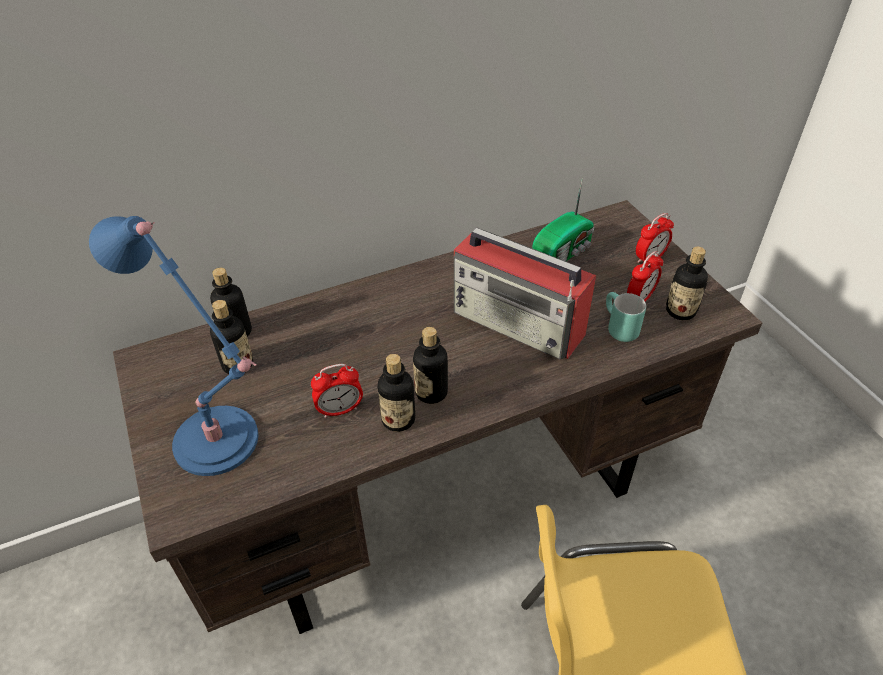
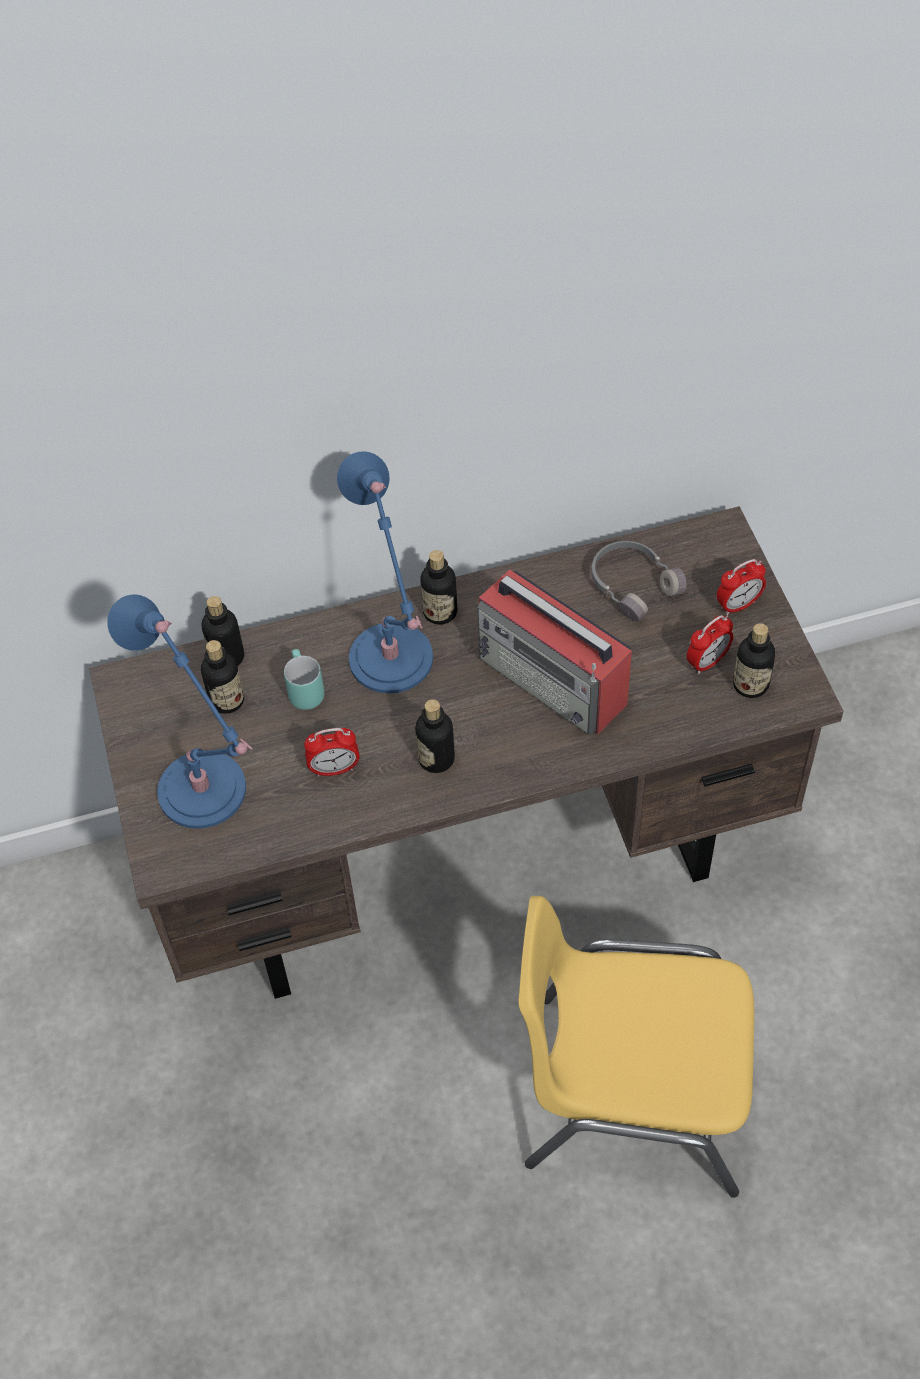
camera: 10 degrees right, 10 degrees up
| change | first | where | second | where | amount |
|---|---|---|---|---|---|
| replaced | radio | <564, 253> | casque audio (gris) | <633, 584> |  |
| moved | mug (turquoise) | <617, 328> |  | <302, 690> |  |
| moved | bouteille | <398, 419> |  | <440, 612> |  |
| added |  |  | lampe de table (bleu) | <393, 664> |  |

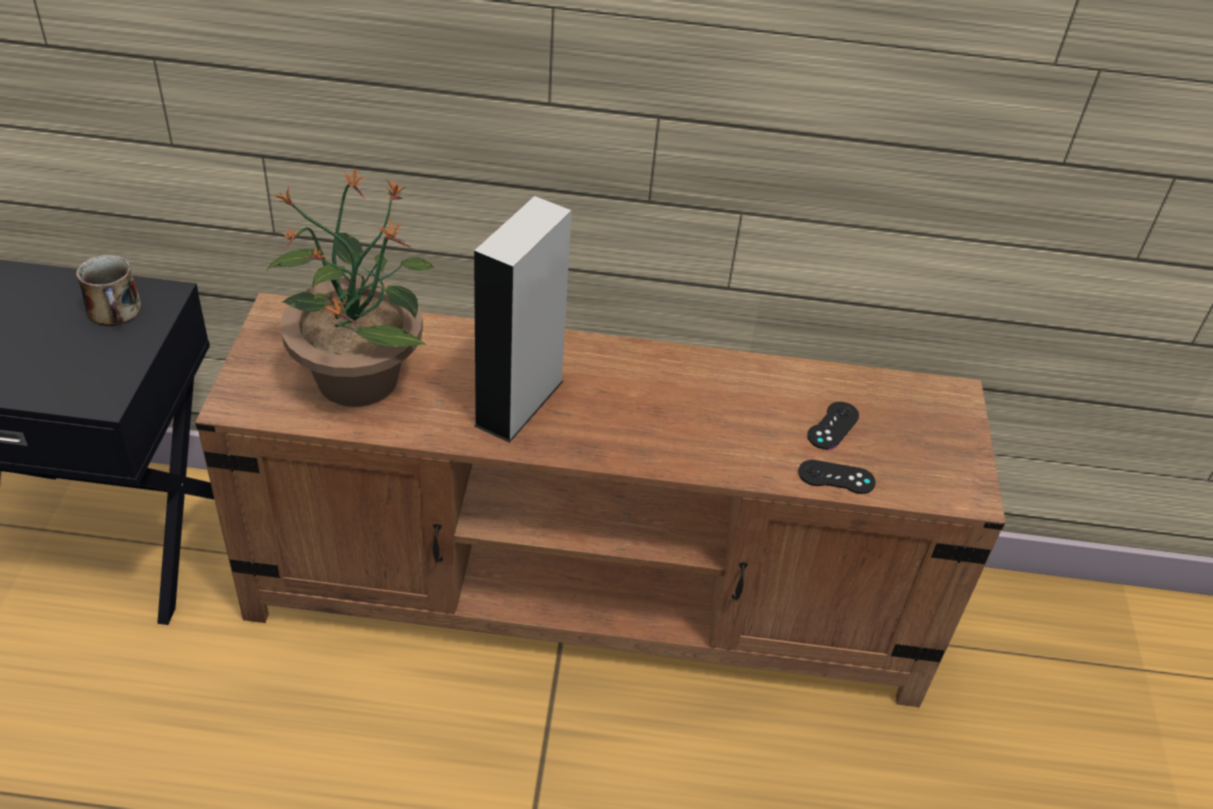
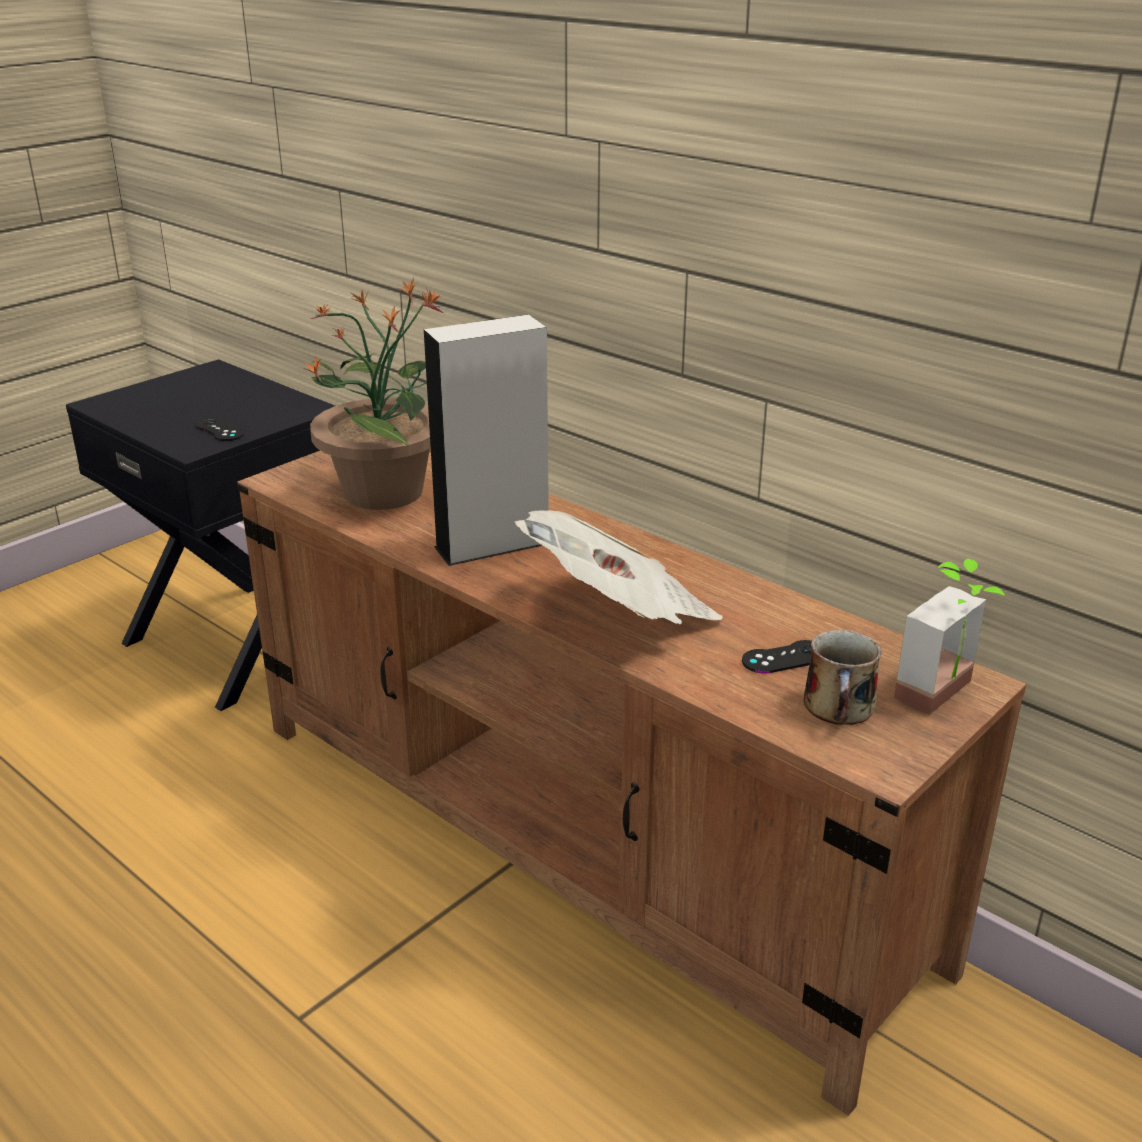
camera: 40 degrees right, 15 degrees down
| change | first | where | second | where | amount |
|---|---|---|---|---|---|
| moved | mug | <115, 311> |  | <839, 707> |  |
| moved | manette (noir) | <836, 477> |  | <219, 430> |  |
| added |  |  | journal | <620, 615> |  |
| added |  |  | plante en pot | <948, 696> |  |

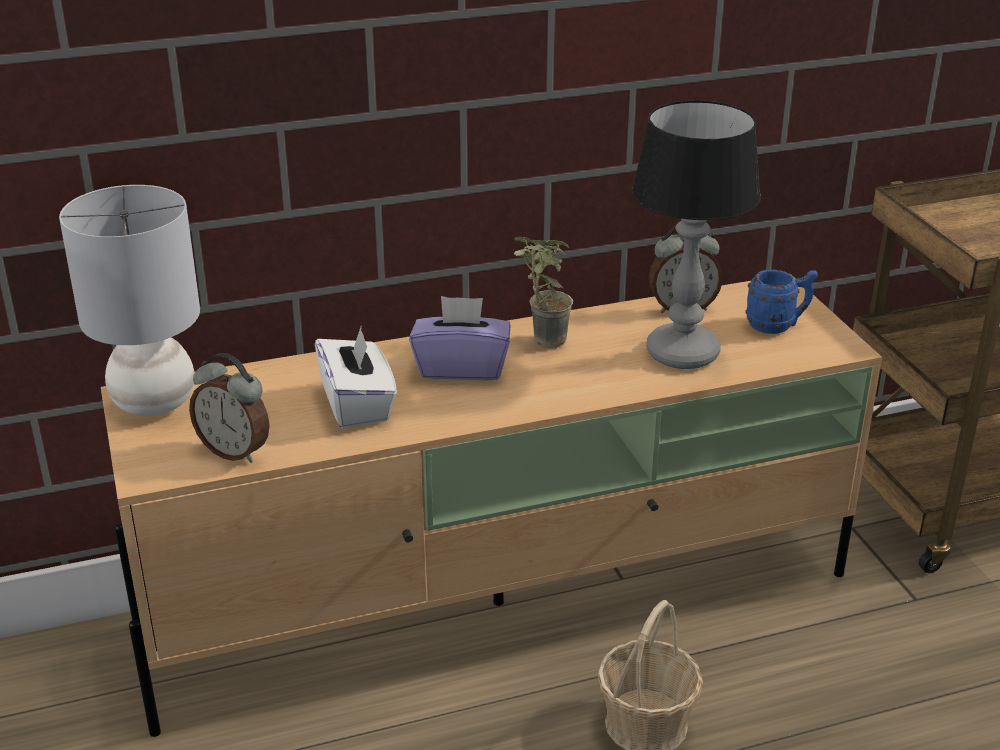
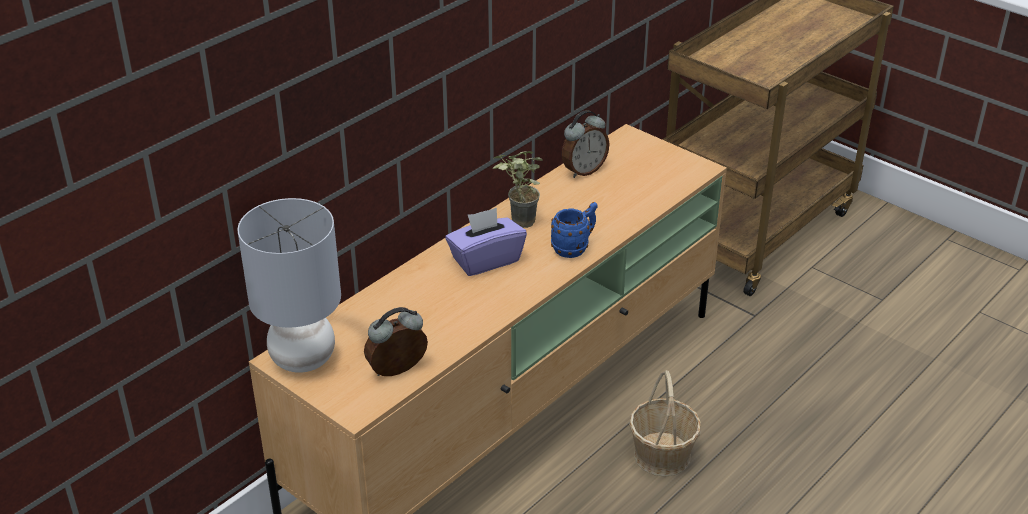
camera: 30 degrees left, 5 degrees up
| change | first | where | second | where | amount |
|---|---|---|---|---|---|
| removed | lampe de table | <681, 354> |  |  |  |
| moved | mug (bleu) | <777, 325> |  | <574, 248> |  |
| removed | boîte à mouchoirs (blanc) | <357, 405> |  |  |  |
| turned | réveil | <235, 451> |  | <398, 372> | 150 degrees clockwise |

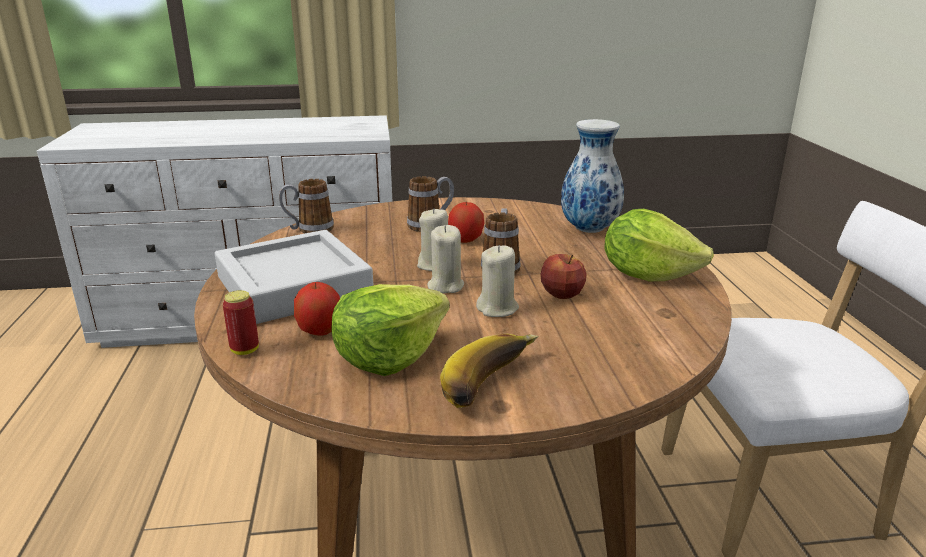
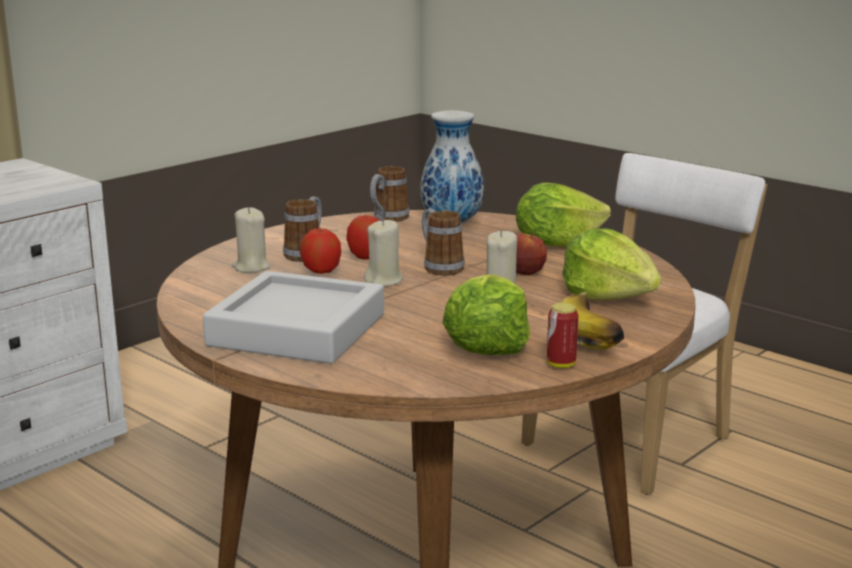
camera: 40 degrees left, 5 degrees down
| change | first | where | second | where | amount |
|---|---|---|---|---|---|
| moved | mug | <308, 230> |  | <387, 219> |  |
| moved | bougie (beige) | <445, 286> |  | <251, 267> |  |
| moved | pomme | <320, 330> |  | <321, 271> |  |
| moved | boîte métallique | <245, 350> |  | <561, 365> |  |
| added |  |  | laitue | <609, 296> |  |

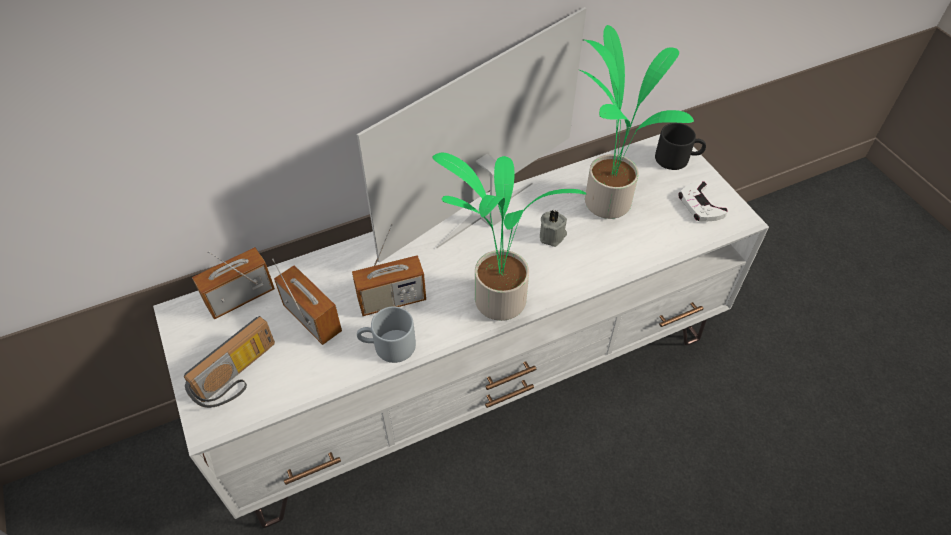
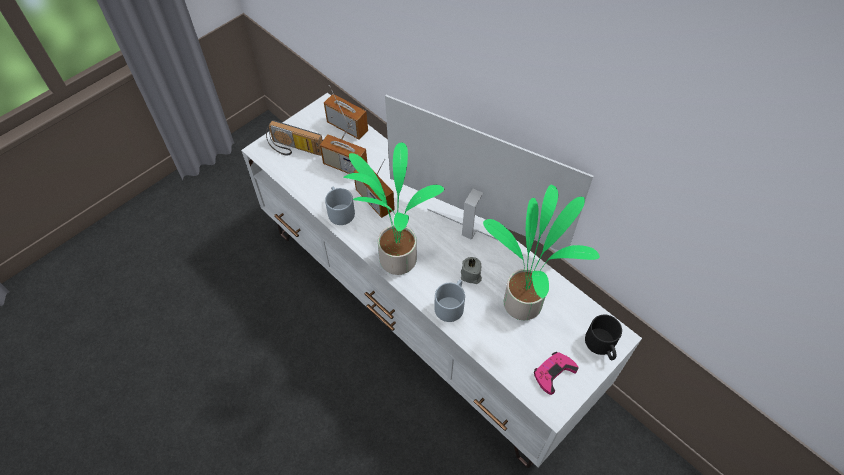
camera: 70 degrees right, 5 degrees up
| change | first | where | second | where | amount |
|---|---|---|---|---|---|
| recoloured | manette (blanc) | <700, 205> | manette (rose) | <553, 373> |  |
| turned | radio | <312, 319> |  | <345, 166> | 90 degrees clockwise |
| added |  |  | mug (gris) | <450, 304> |  |

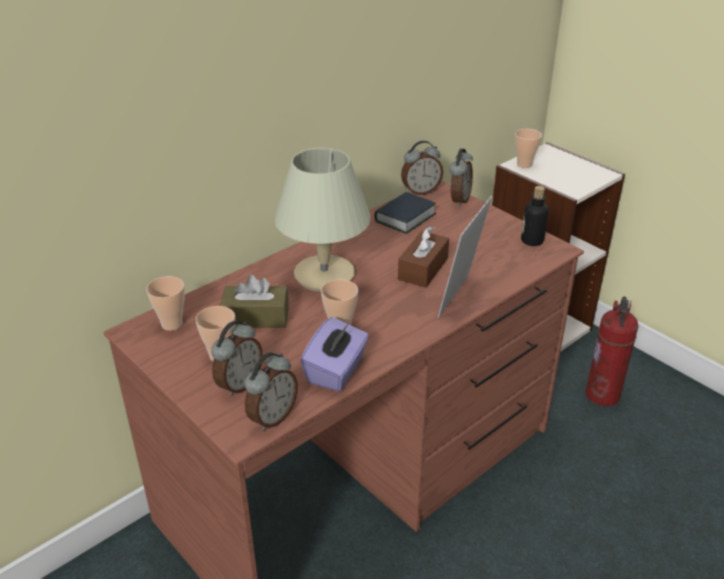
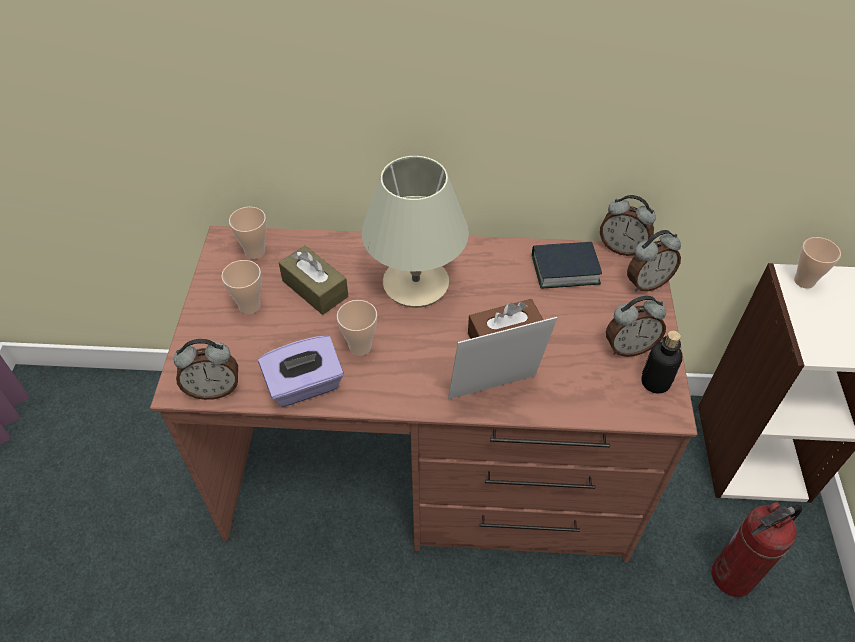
camera: 45 degrees right, 15 degrees up
| change | first | where | second | where | amount |
|---|---|---|---|---|---|
| moved | réveil | <239, 384> |  | <629, 347> |  |

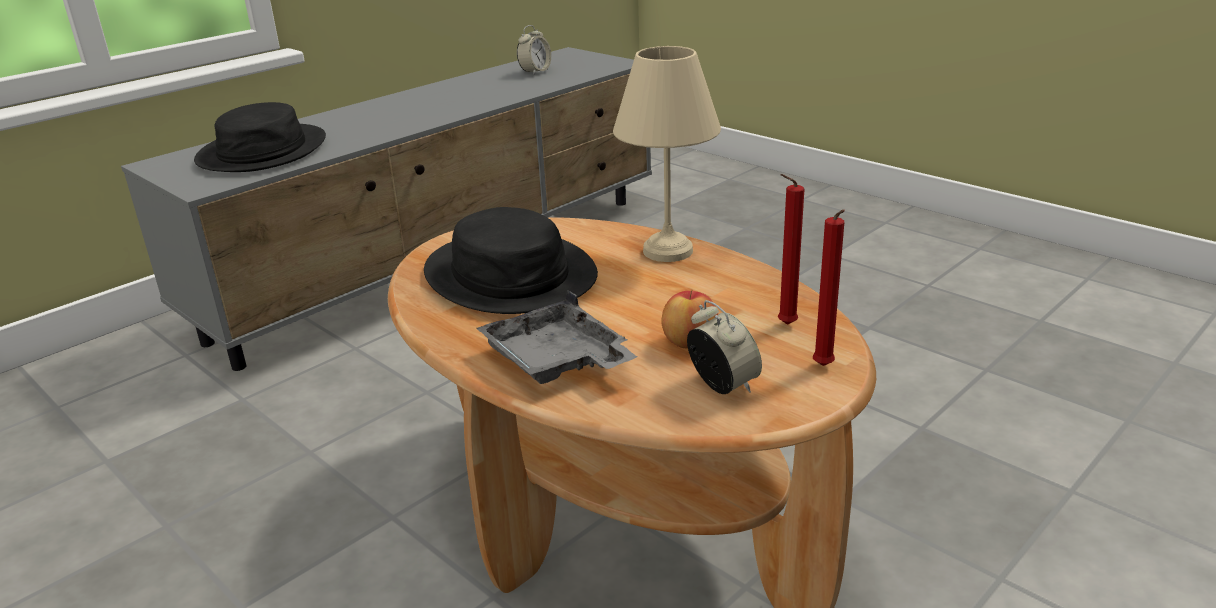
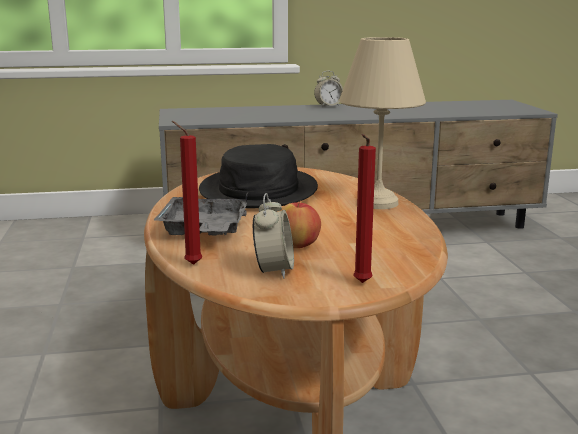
camera: 35 degrees right, 10 degrees down
| change | first | where | second | where | amount |
|---|---|---|---|---|---|
| moved | réveil | <535, 72> |  | <328, 106> |  |
| removed | chapeau (noir) | <262, 151> |  |  |  |
| moved | bougie (rouge) | <784, 325> |  | <190, 264> |  |

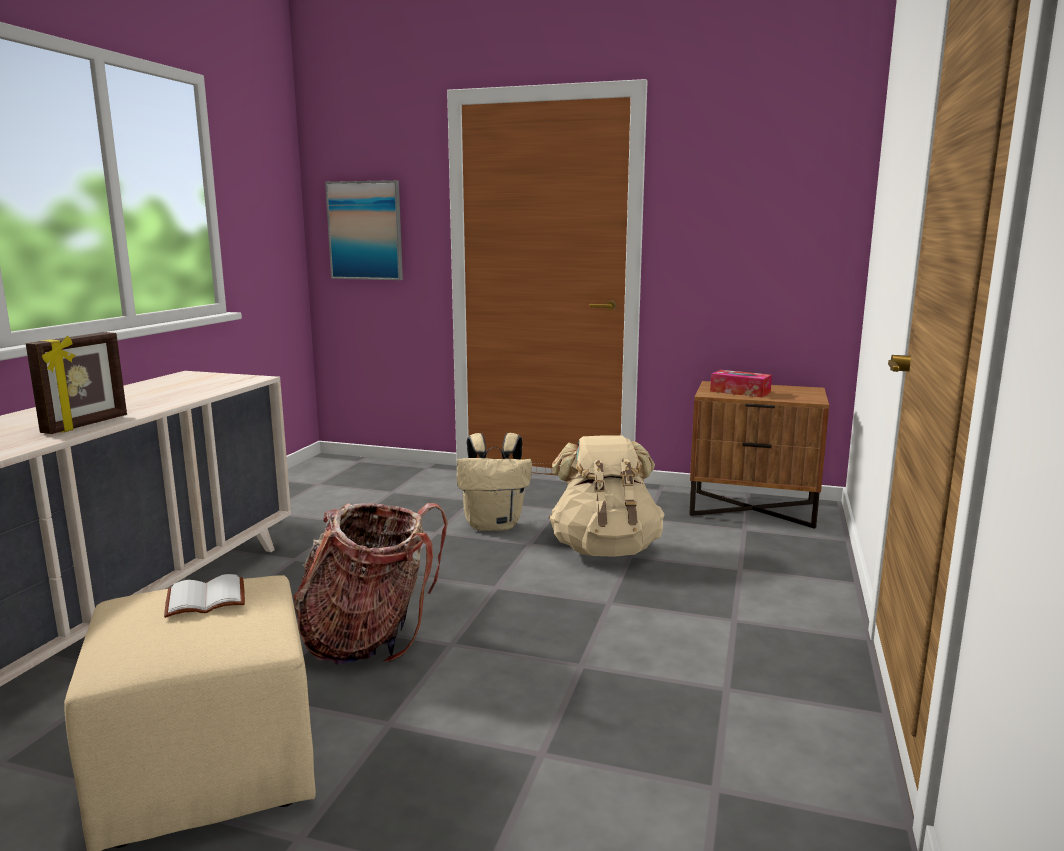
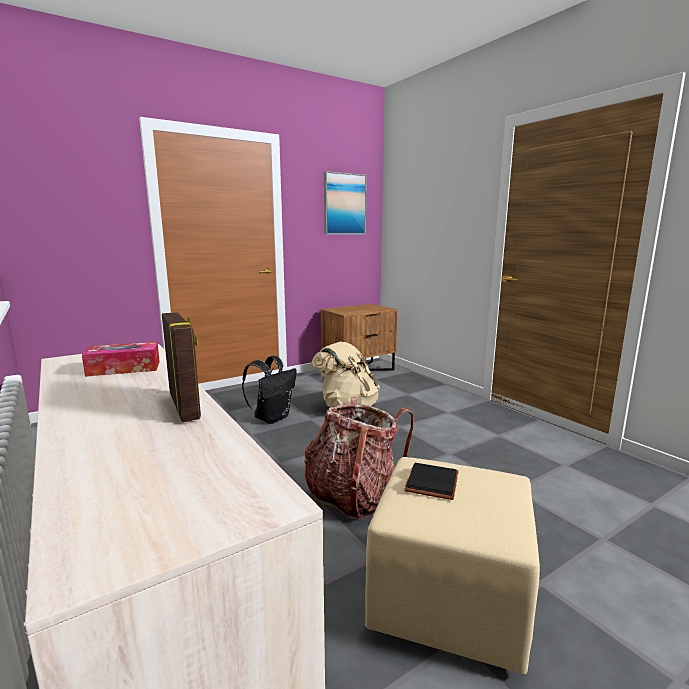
camera: 50 degrees left, 0 degrees up
| change | first | where | second | where | amount |
|---|---|---|---|---|---|
| moved | tableau | <365, 230> |  | <344, 204> |  |
| moved | boîte à mouchoirs | <740, 392> |  | <124, 368> |  |
| recoloured | sac à dos (beige) | <495, 525> | sac à dos (noir) | <272, 417> |  |
| recoloured | livre (blanc) | <204, 600> | livre (noir) | <433, 483> |  |

